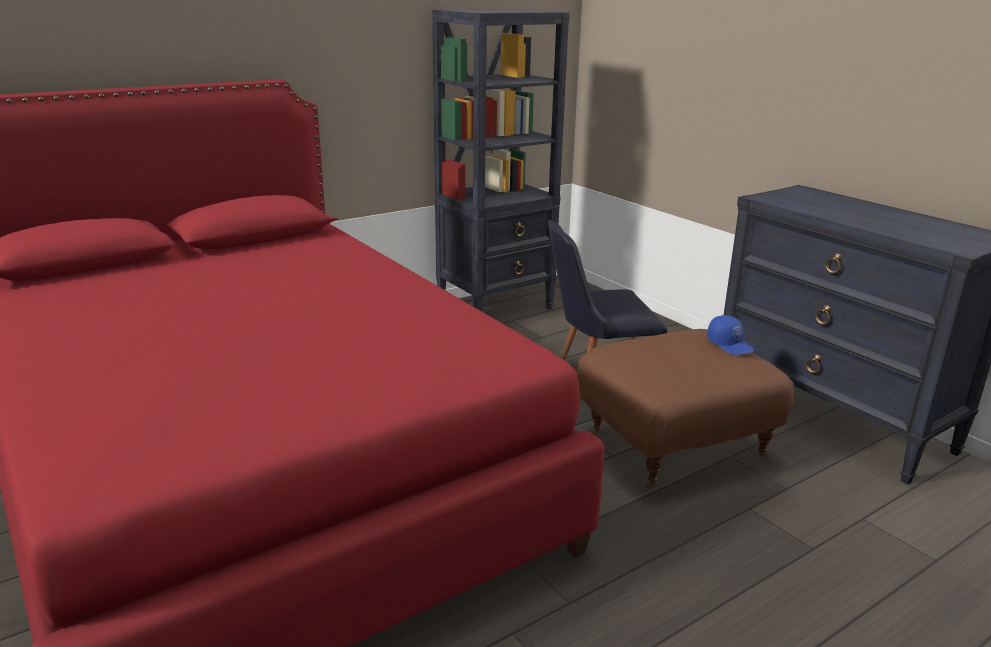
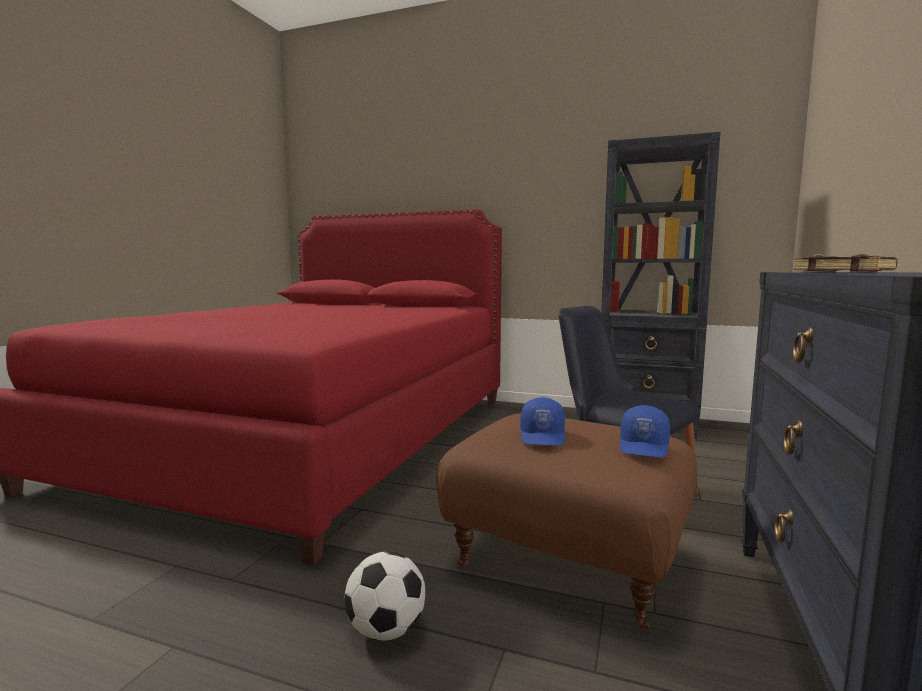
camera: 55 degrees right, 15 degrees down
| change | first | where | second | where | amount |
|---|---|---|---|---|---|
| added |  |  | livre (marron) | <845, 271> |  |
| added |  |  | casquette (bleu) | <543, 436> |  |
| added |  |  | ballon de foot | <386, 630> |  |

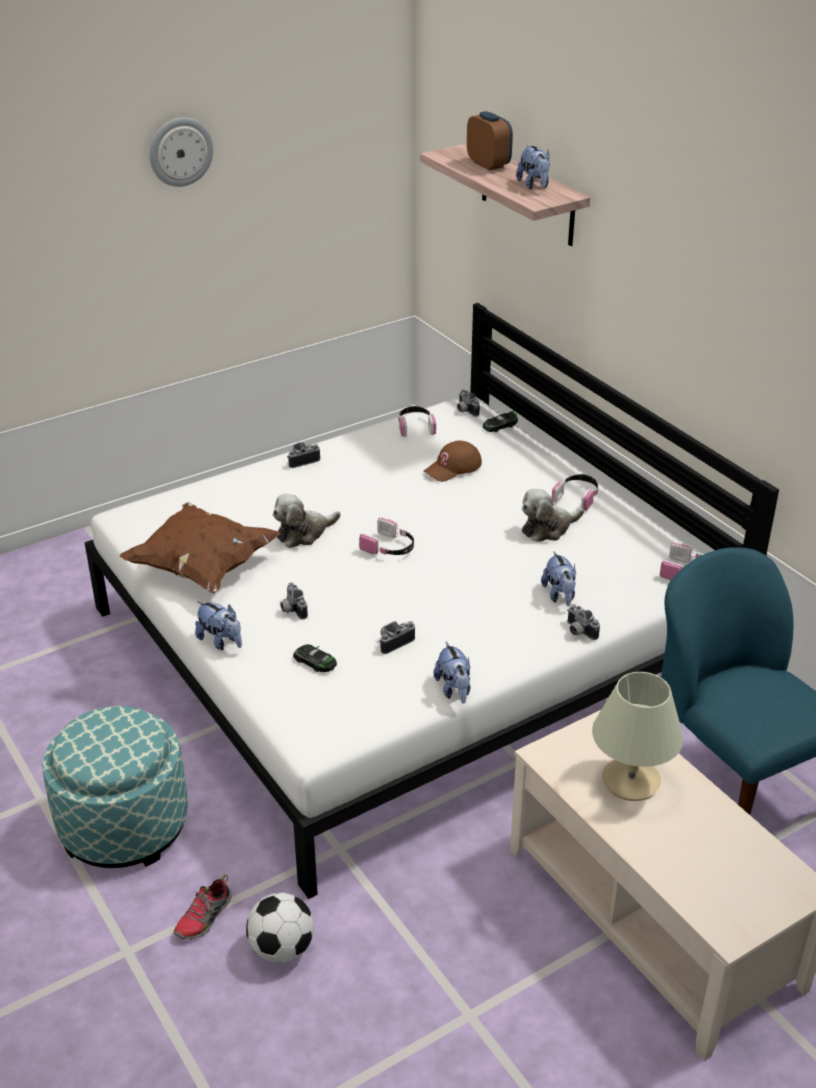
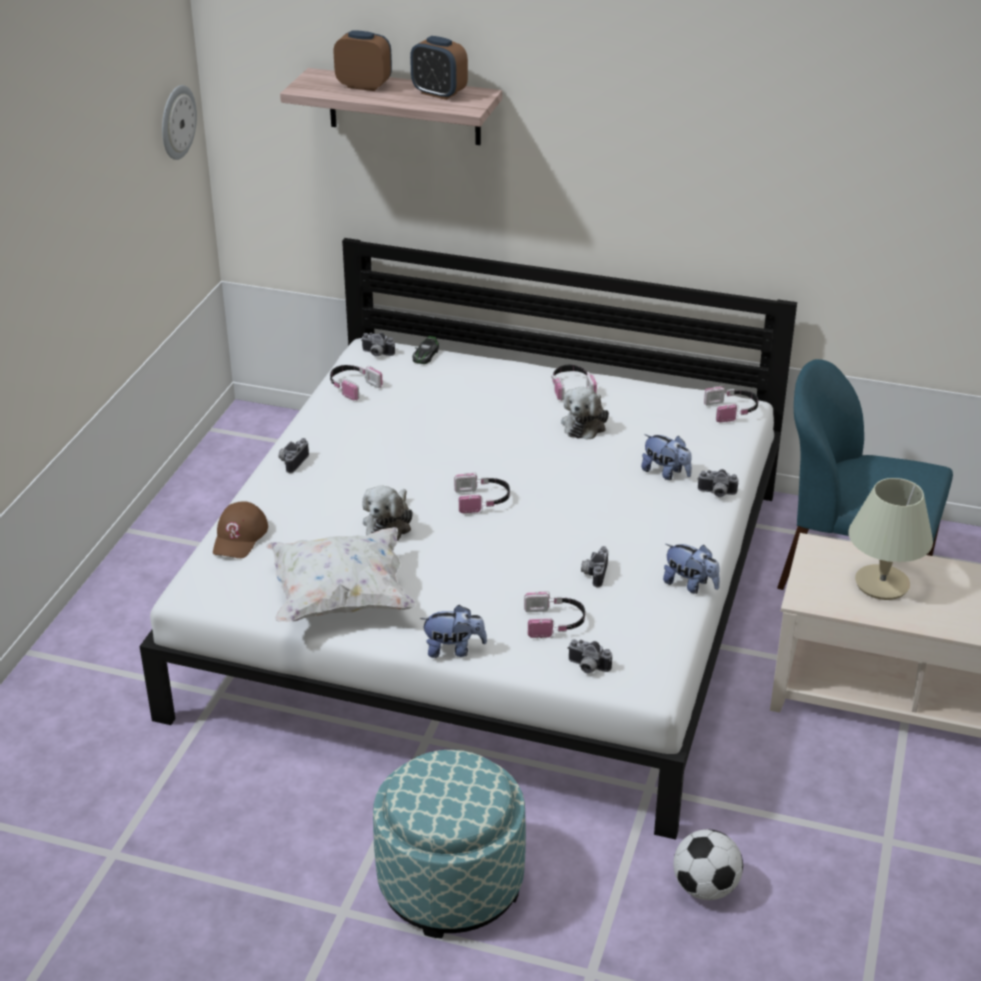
camera: 40 degrees left, 0 degrees up
| change | first | where | second | where | amount |
|---|---|---|---|---|---|
| moved | horloge murale | <180, 151> |  | <176, 122> |  |
| replaced | peluche | <534, 185> | réveil | <439, 93> |  |
| moved | casquette (marron) | <453, 468> |  | <240, 537> |  |
| recoloured | coussin (marron) | <202, 567> | coussin (blanc) | <340, 598> |  |
| moved | appareil photo | <291, 609> |  | <587, 667> |  |
| replaced | petite voiture | <315, 662> | casque audio | <555, 622> |  |
| removed | chaussure | <204, 918> |  |  |  |

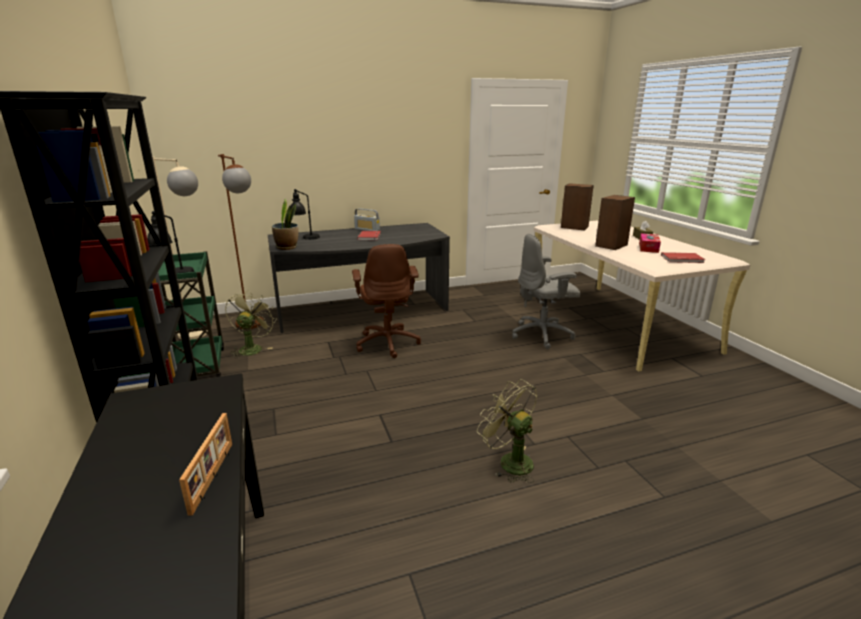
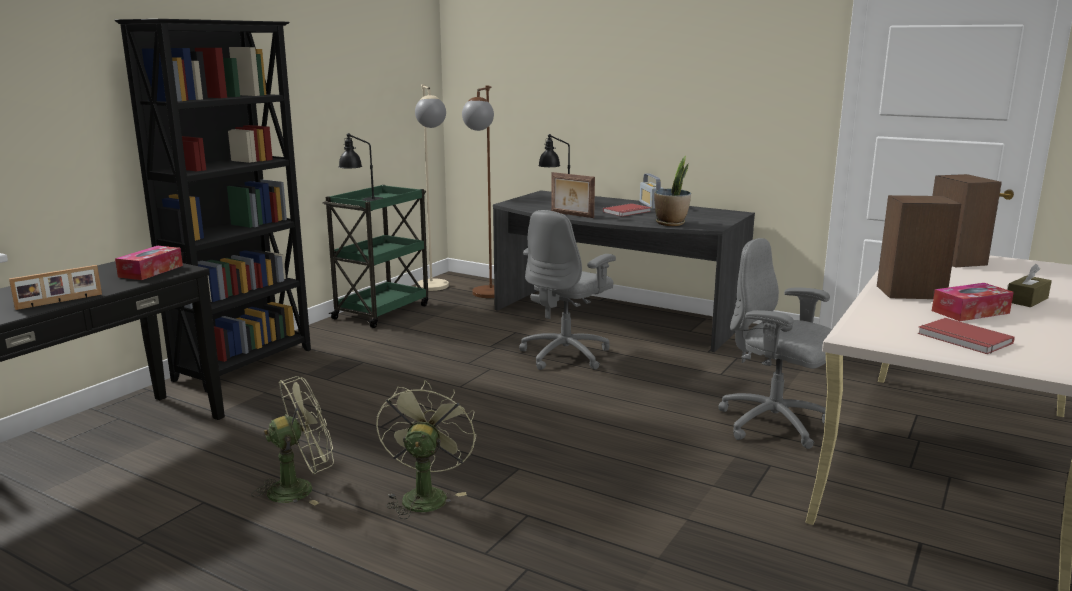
camera: 50 degrees right, 5 degrees down
| change | first | where | second | where | amount |
|---|---|---|---|---|---|
| moved | plante en pot | <287, 247> |  | <671, 223> |  |
| recoloured | chaise de bureau (marron) | <388, 343> | chaise de bureau (gris) | <566, 355> |  |
| moved | ventilateur (vert) | <252, 348> |  | <300, 488> |  |
| added |  |  | cadre photo | <571, 215> |  |
| added |  |  | boîte à mouchoirs | <151, 271> |  |

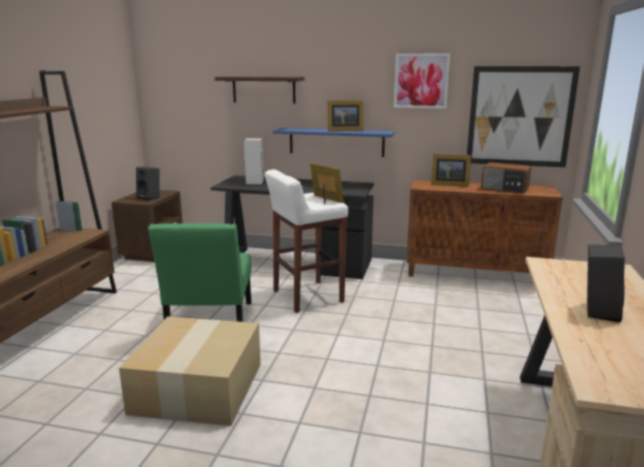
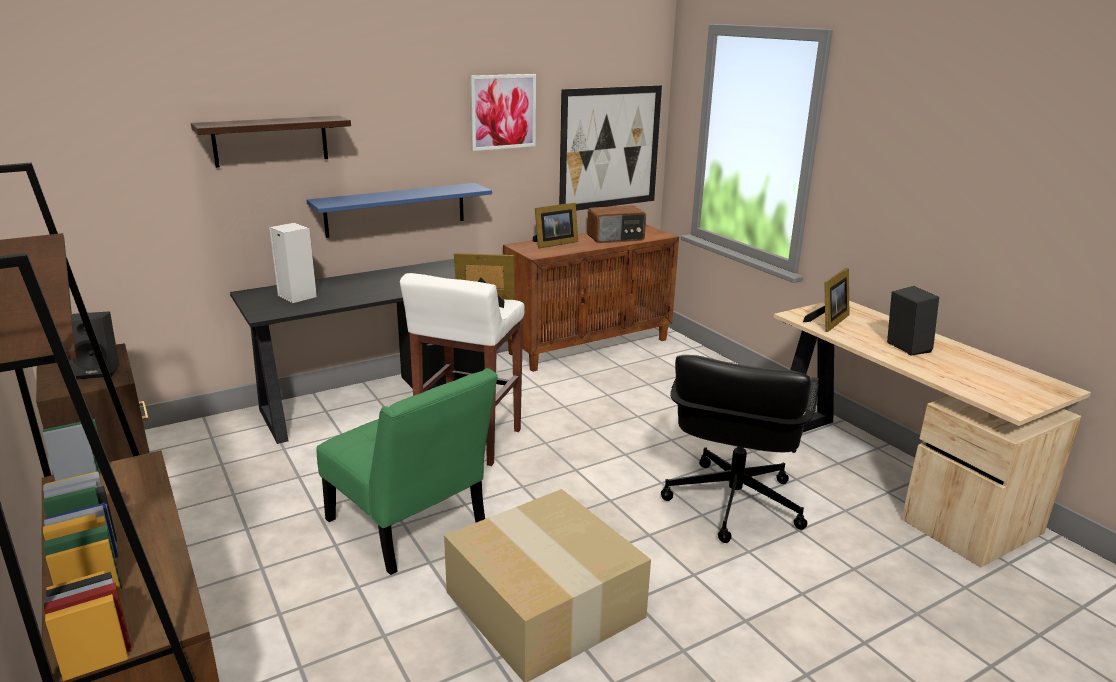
camera: 45 degrees left, 5 degrees up
| change | first | where | second | where | amount |
|---|---|---|---|---|---|
| moved | cadre photo | <343, 130> |  | <829, 322> |  |
| added |  |  | chaise de bureau (noir) | <732, 503> |  |

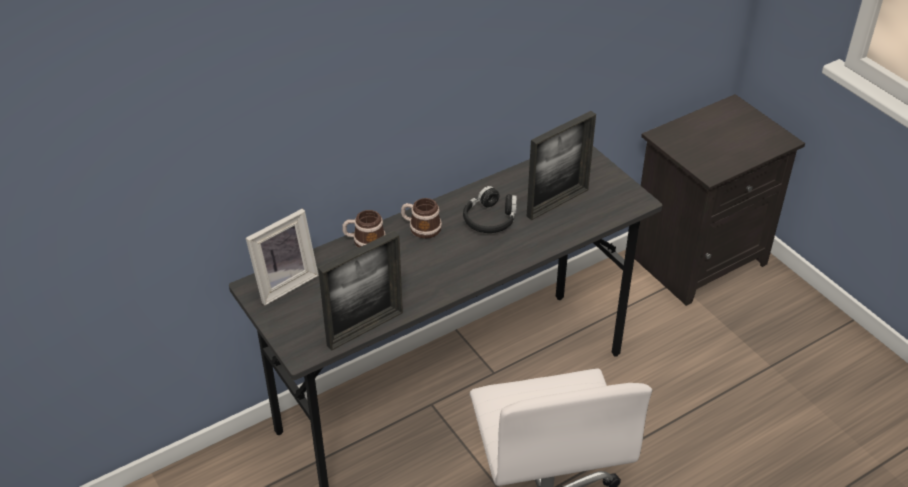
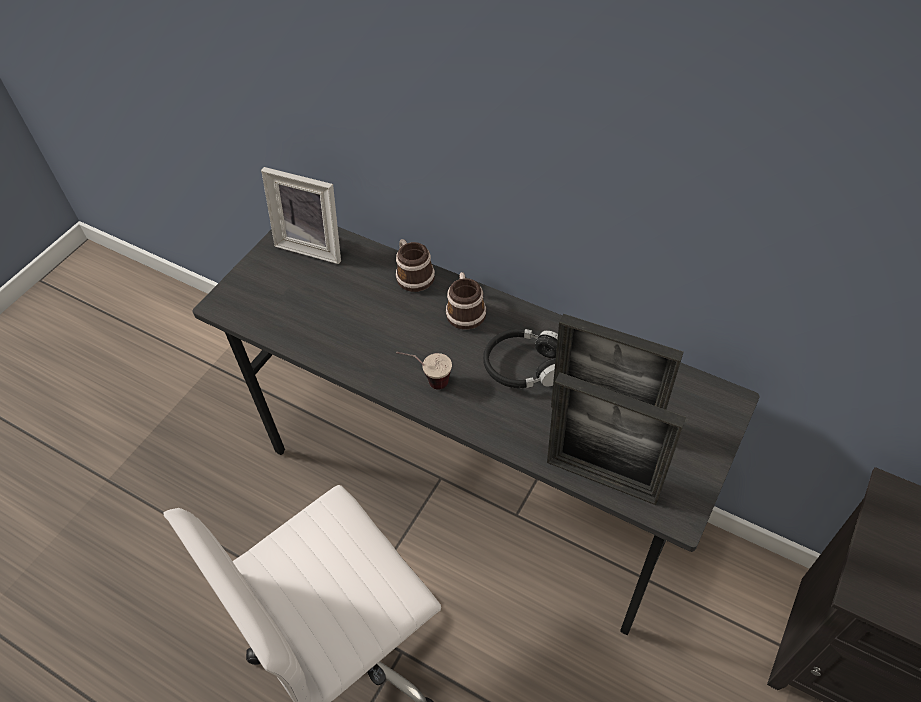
camera: 65 degrees right, 10 degrees up
| change | first | where | second | where | amount |
|---|---|---|---|---|---|
| moved | cadre photo | <365, 329> |  | <602, 479> |  |
| added |  |  | tasse | <426, 381> |  |

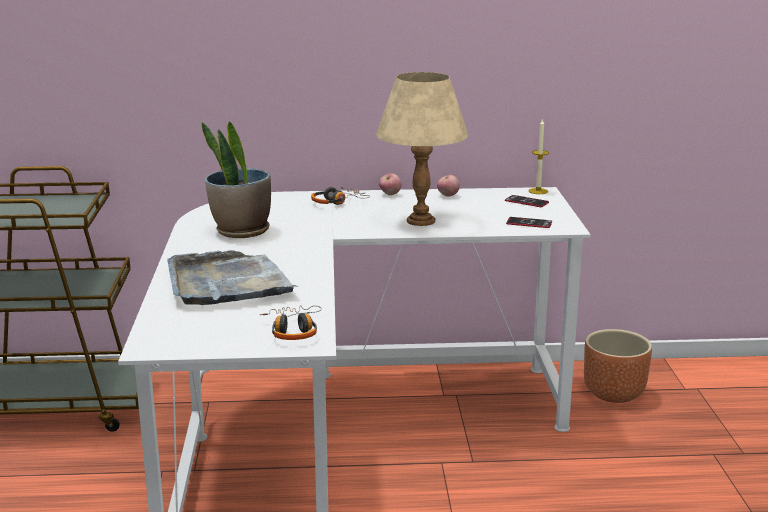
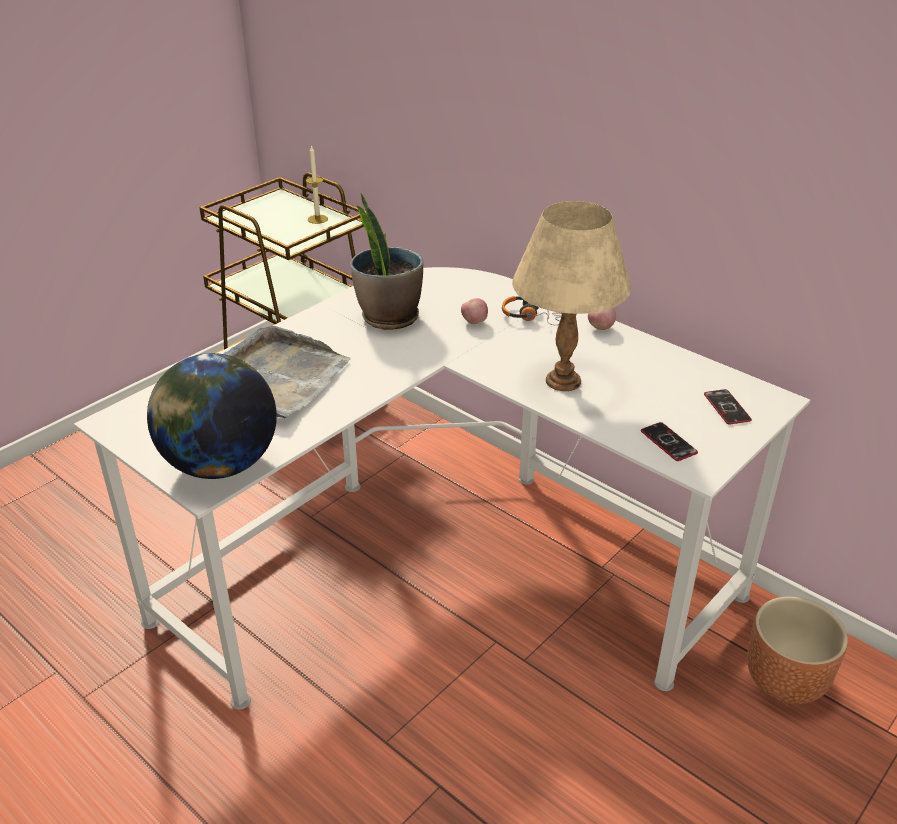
camera: 45 degrees right, 15 degrees up
| change | first | where | second | where | amount |
|---|---|---|---|---|---|
| moved | bougie | <538, 191> |  | <317, 219> |  |
| moved | pomme | <448, 196> |  | <474, 322> |  |
| replaced | casque audio | <293, 330> | globe | <220, 464> |  |

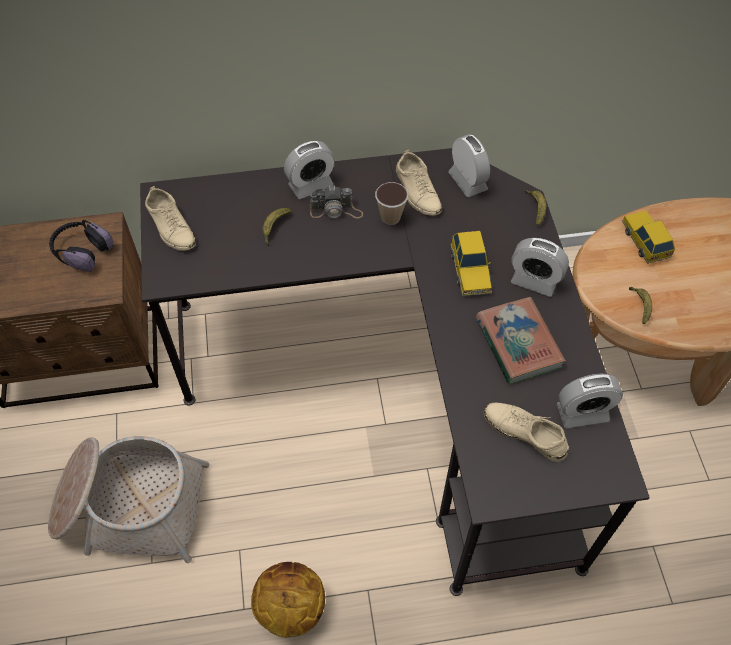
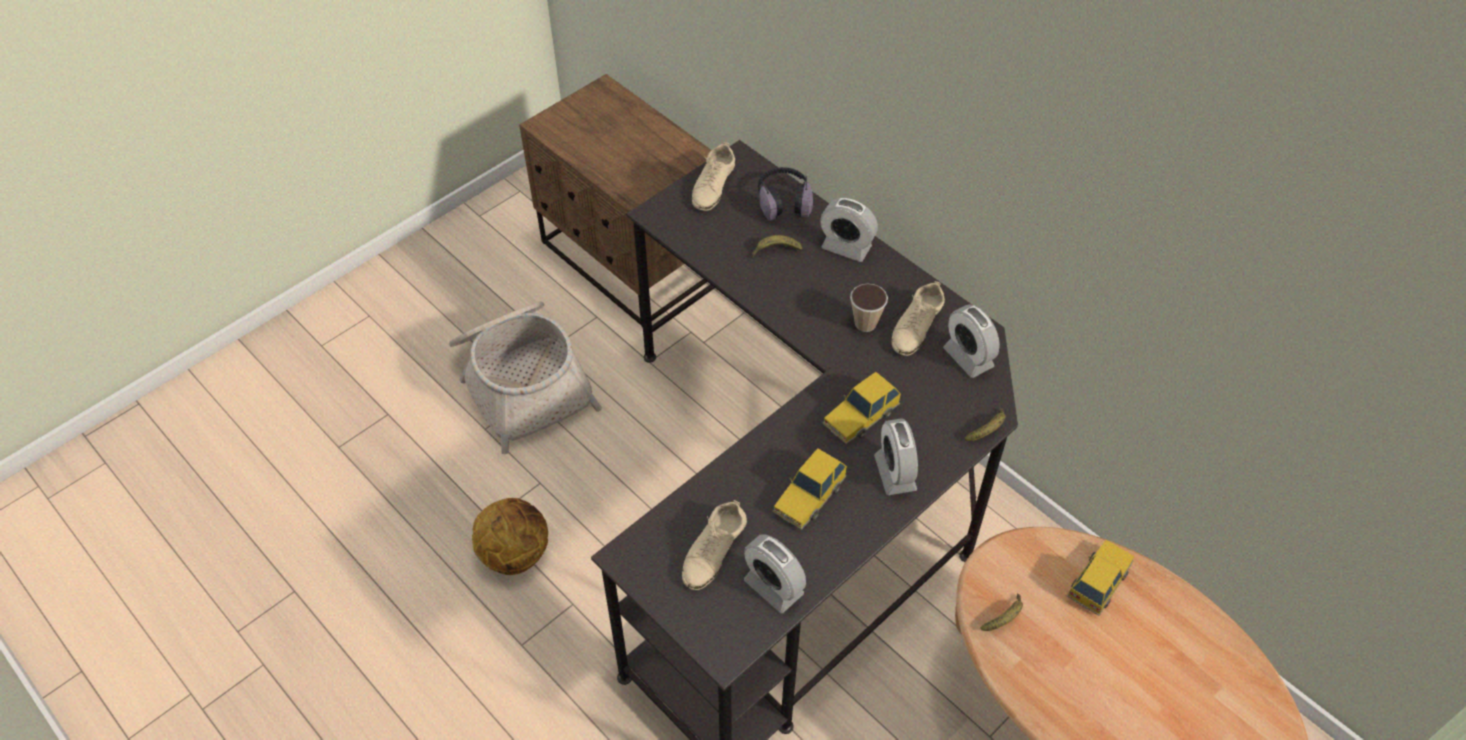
camera: 55 degrees right, 5 degrees down
| change | first | where | second | where | amount |
|---|---|---|---|---|---|
| turned | réveil | <467, 181> |  | <968, 357> | 120 degrees clockwise |
| removed | appareil photo | <336, 210> |  |  |  |
| moved | casque audio | <82, 251> |  | <783, 201> |  |
| replaced | livre | <518, 343> | petite voiture | <809, 496> |  |
| turned | chaussure (beige) | <525, 433> |  | <714, 550> | 150 degrees counterclockwise |

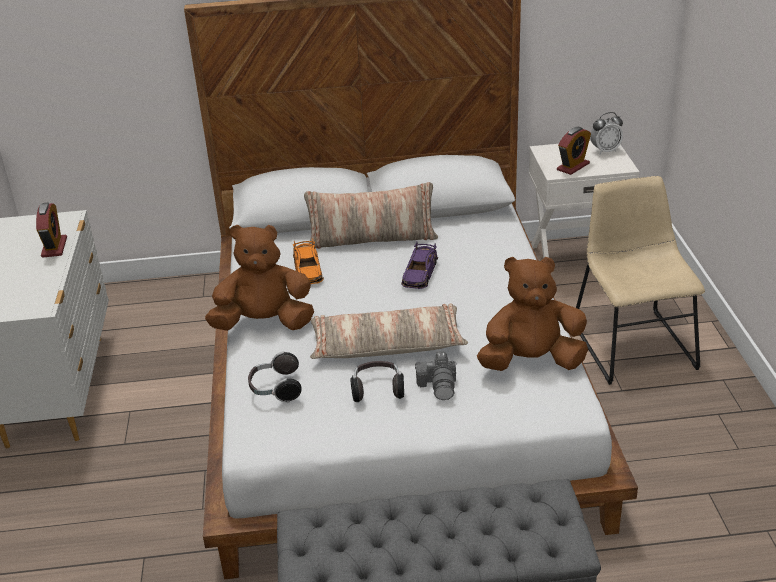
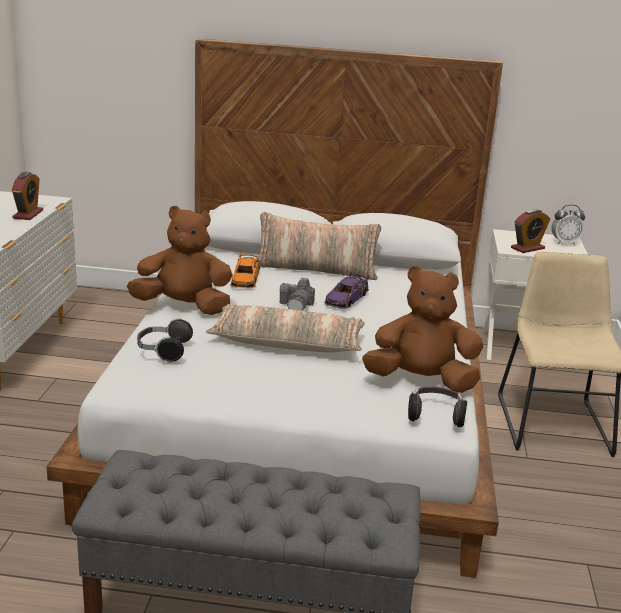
camera: 10 degrees right, 10 degrees down
| change | first | where | second | where | amount |
|---|---|---|---|---|---|
| moved | appareil photo | <439, 385> |  | <297, 305> |  |
| moved | casque audio | <377, 390> |  | <435, 416> |  |

